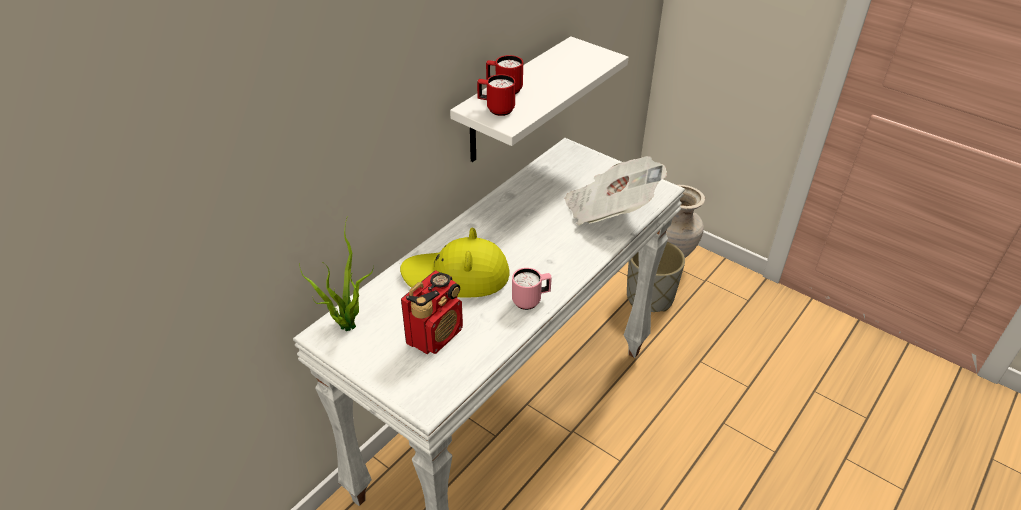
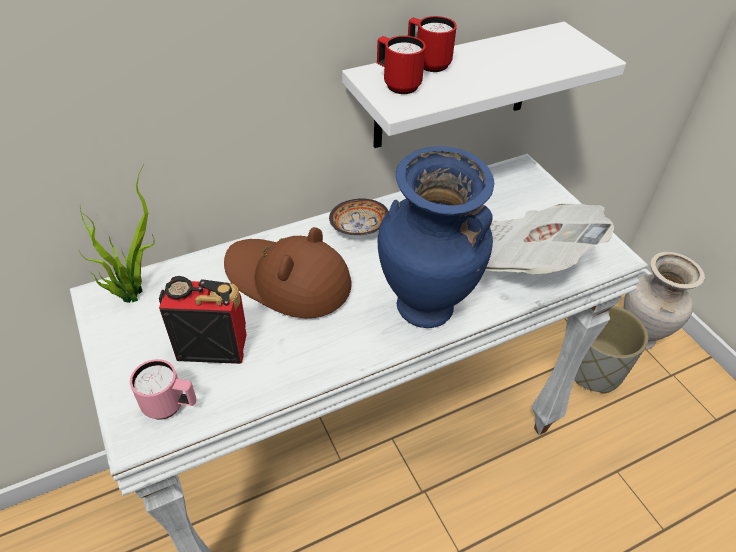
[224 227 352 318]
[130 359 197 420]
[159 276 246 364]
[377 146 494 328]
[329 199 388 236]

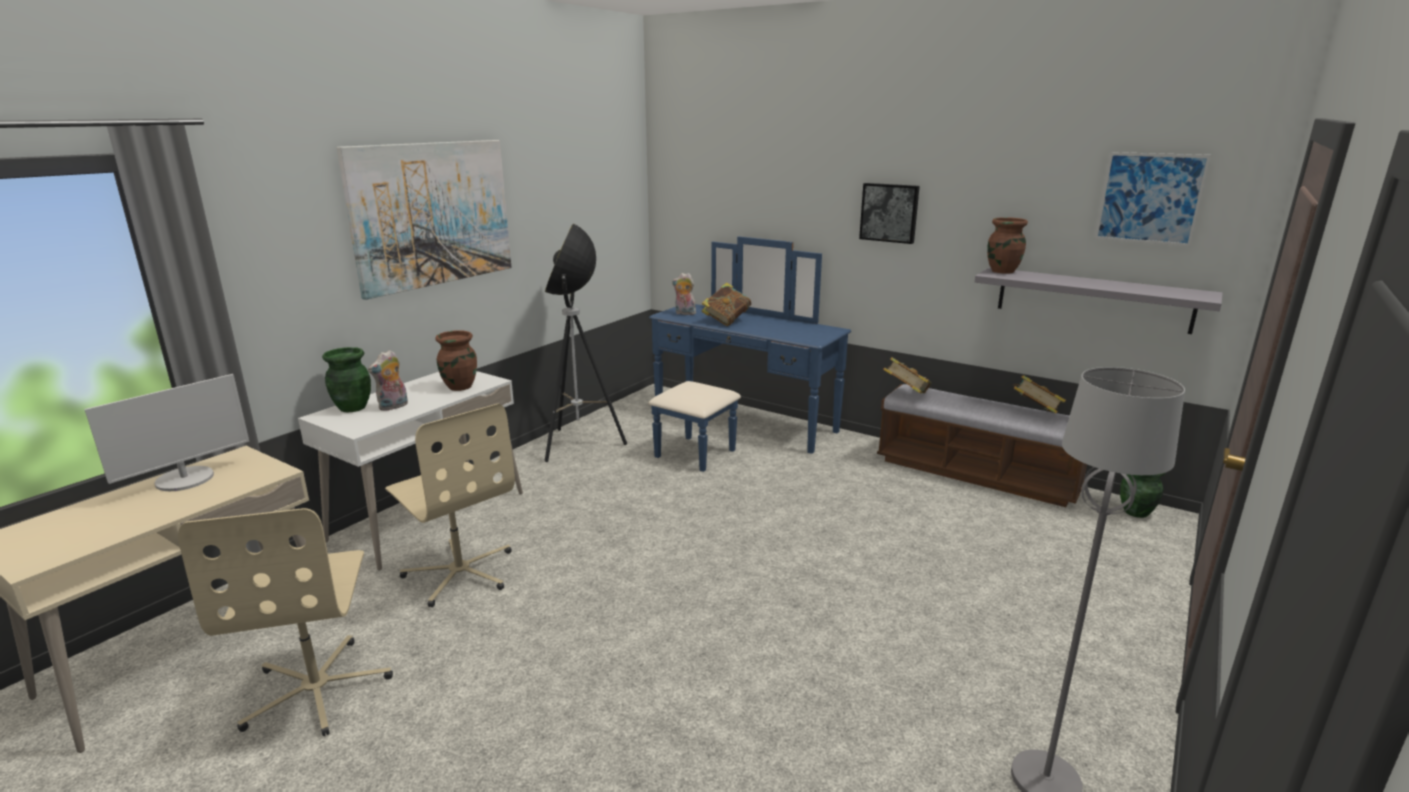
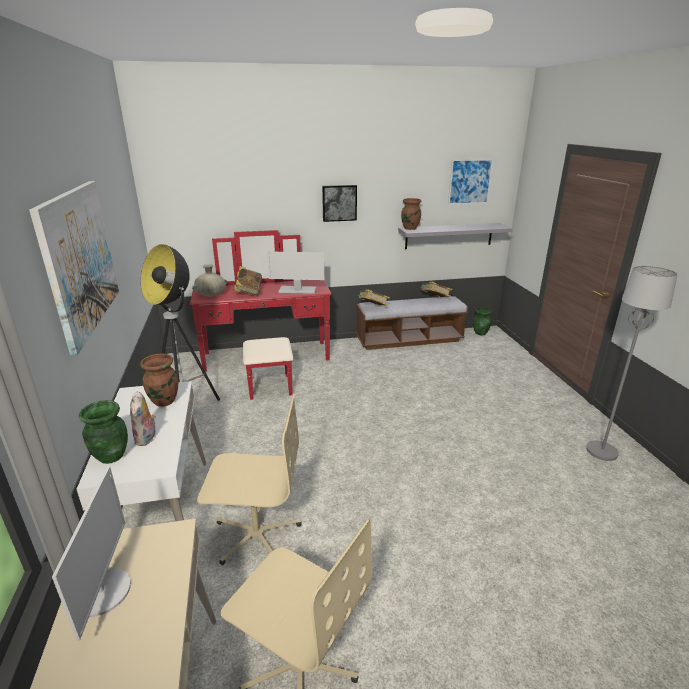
[190 230 332 400]
[192 264 227 297]
[267 251 325 294]

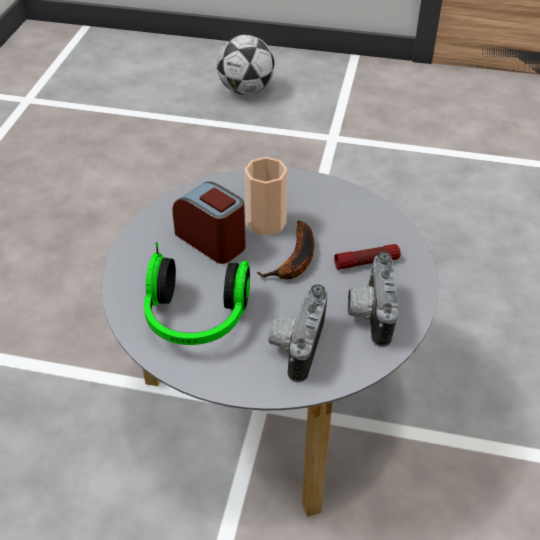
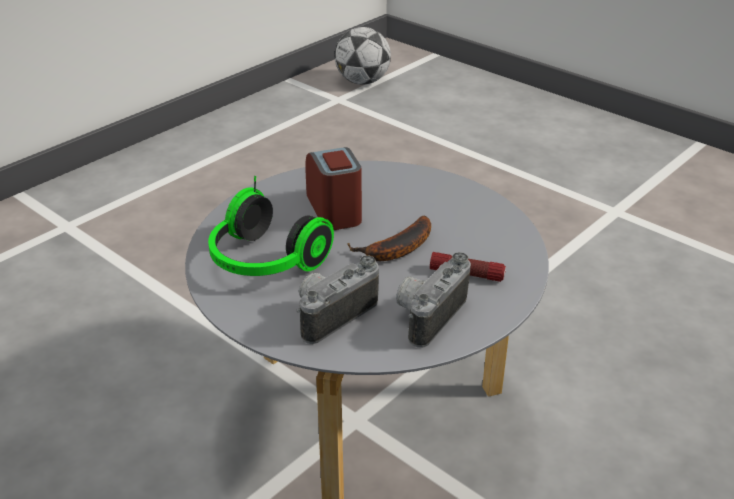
[335 27 391 85]
[244 157 288 236] (first image)

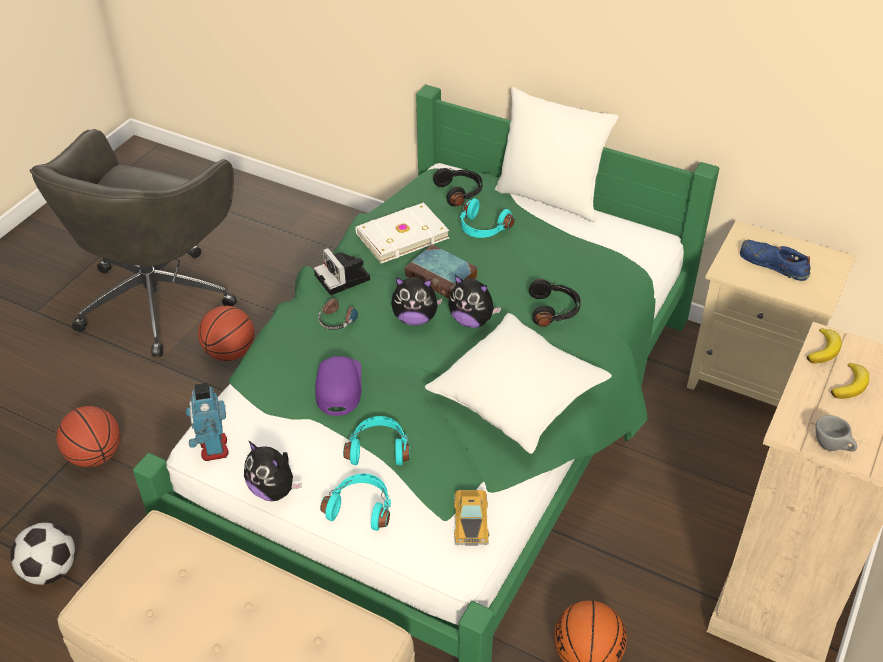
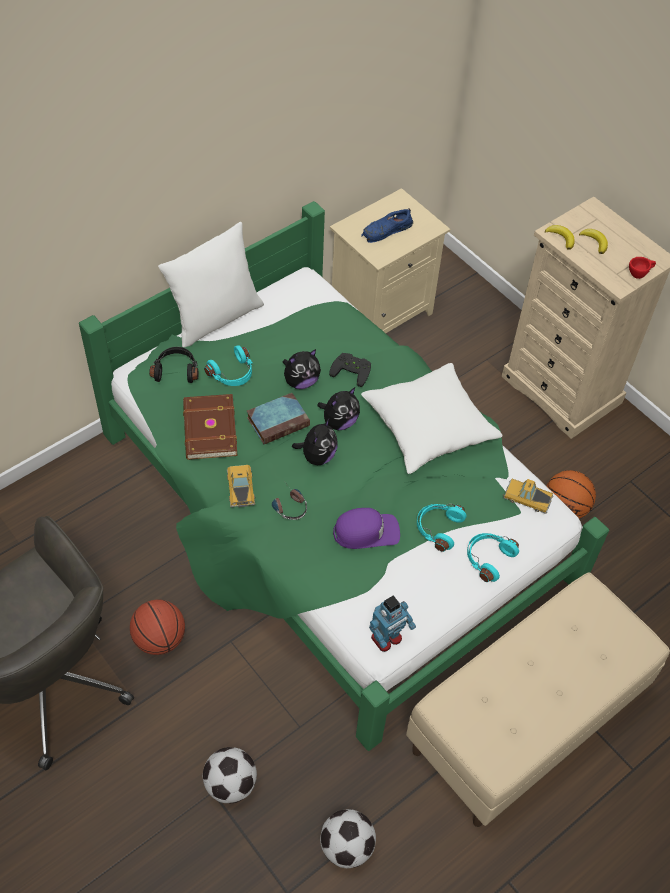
[183 394 237 460]
[227 465 255 508]
[329 353 371 387]
[333 508 400 549]
[369 595 416 652]
[203 747 257 803]
[629 257 656 279]
[282 349 321 389]

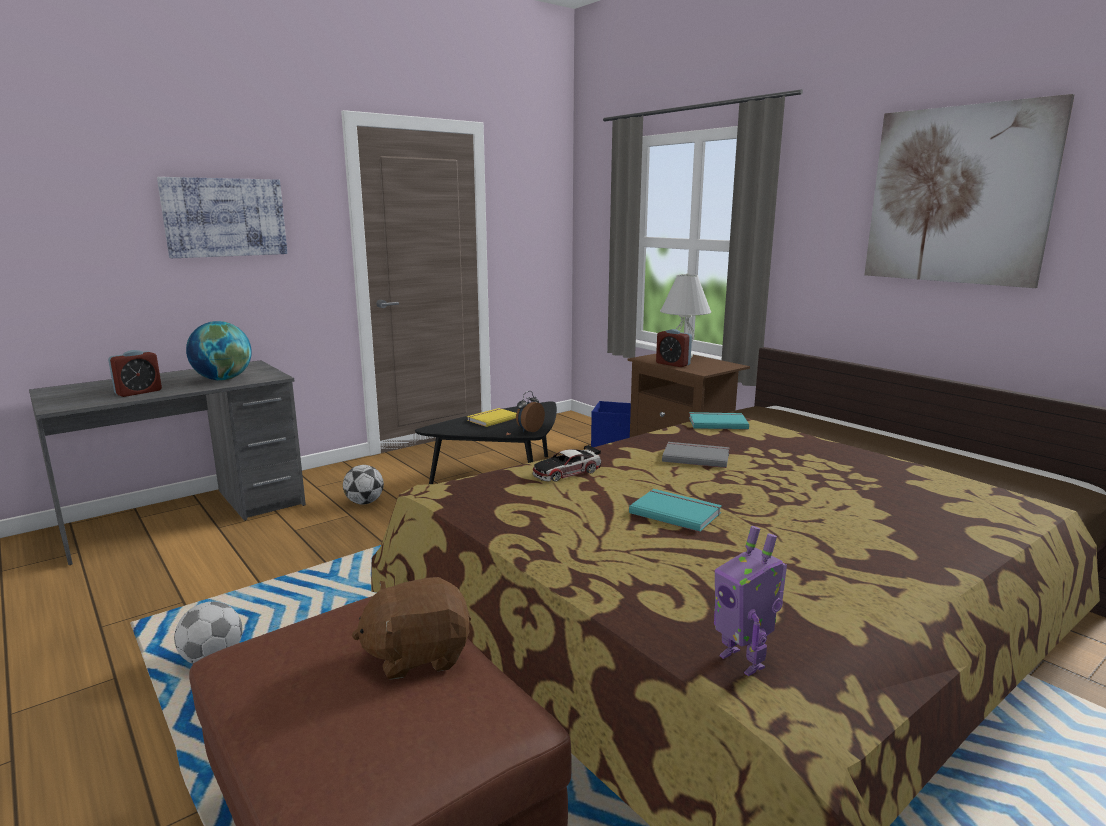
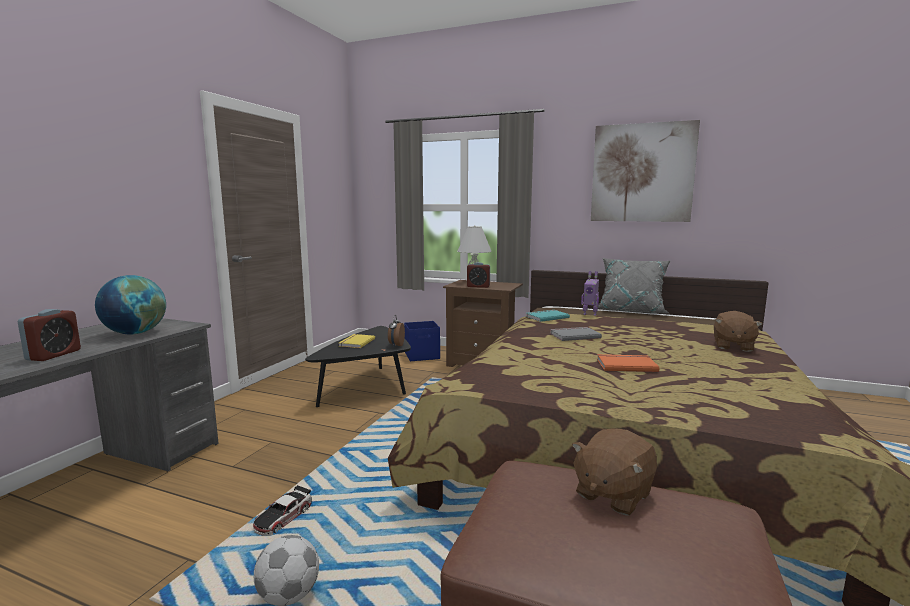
[157 177 288 258] (first image)
[253 485 312 536]
[343 465 384 504] (first image)
[597 354 659 372]
[581 271 599 316]
[598 258 670 314]
[714 311 763 352]

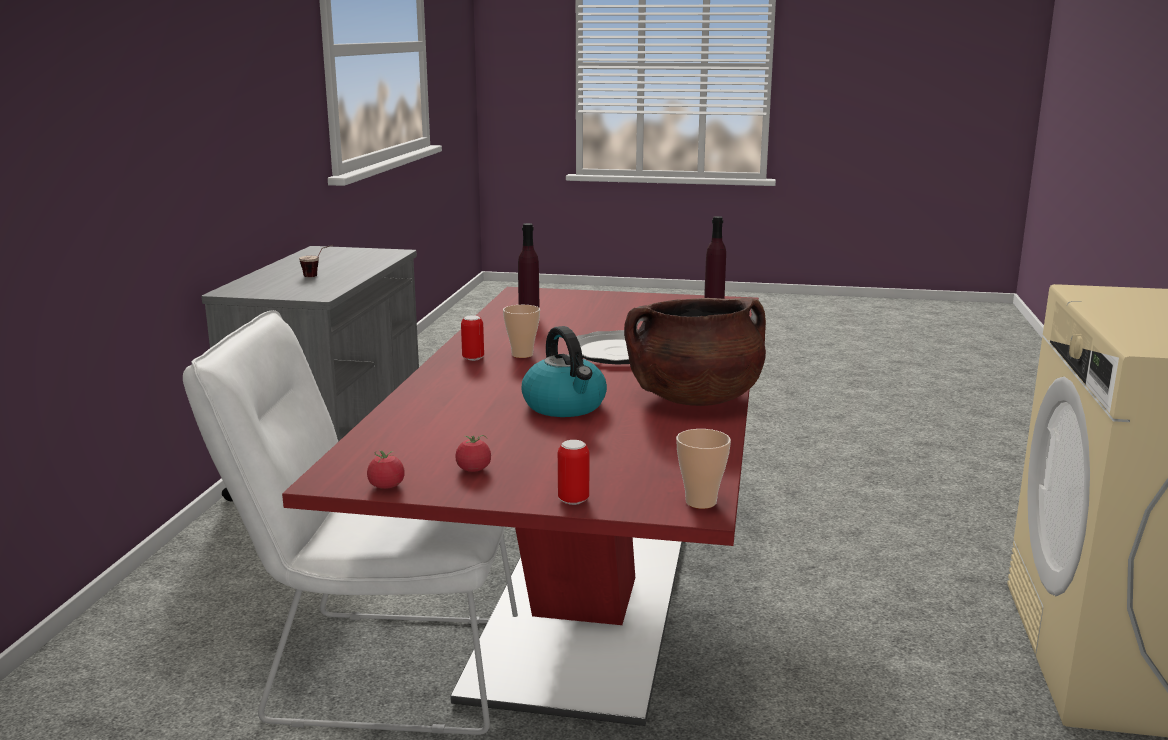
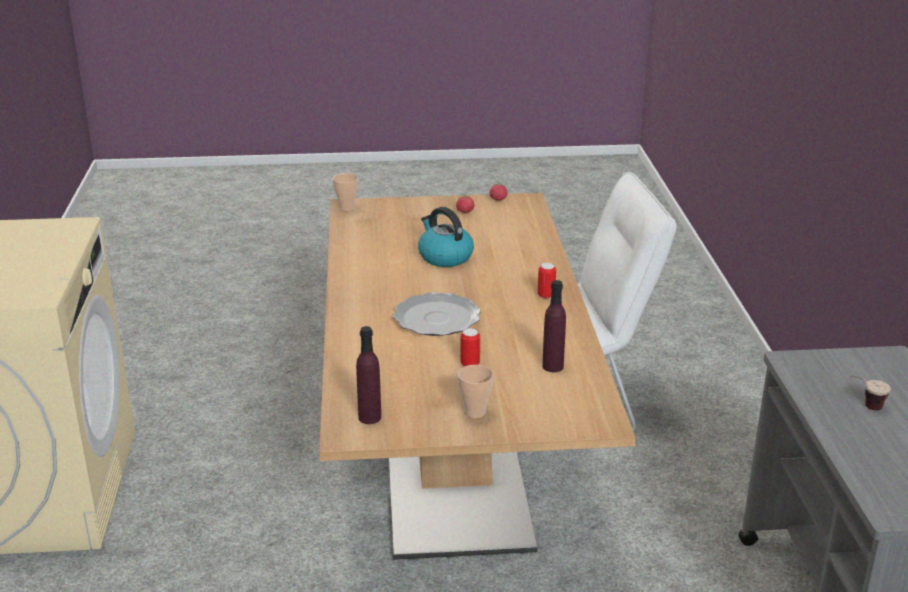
[319 193 636 560]
[624 298 766 406] (first image)
[458 365 494 418]
[461 328 480 366]

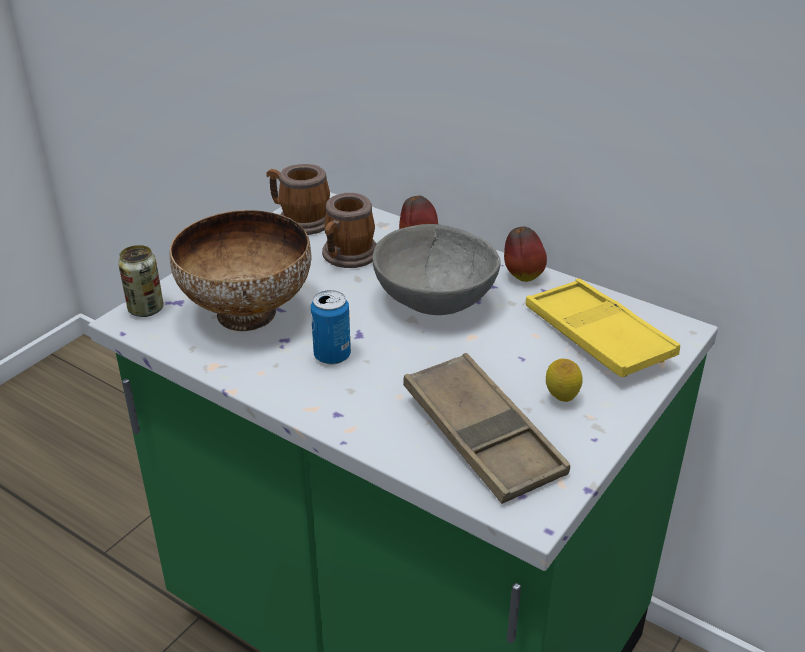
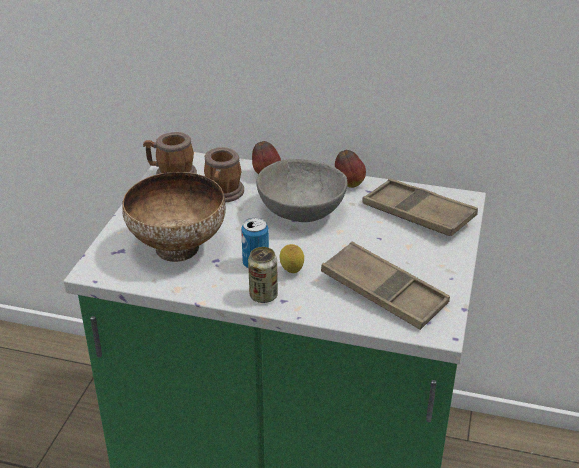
[248 247 278 303]
[363 179 478 236]
[280 244 304 273]

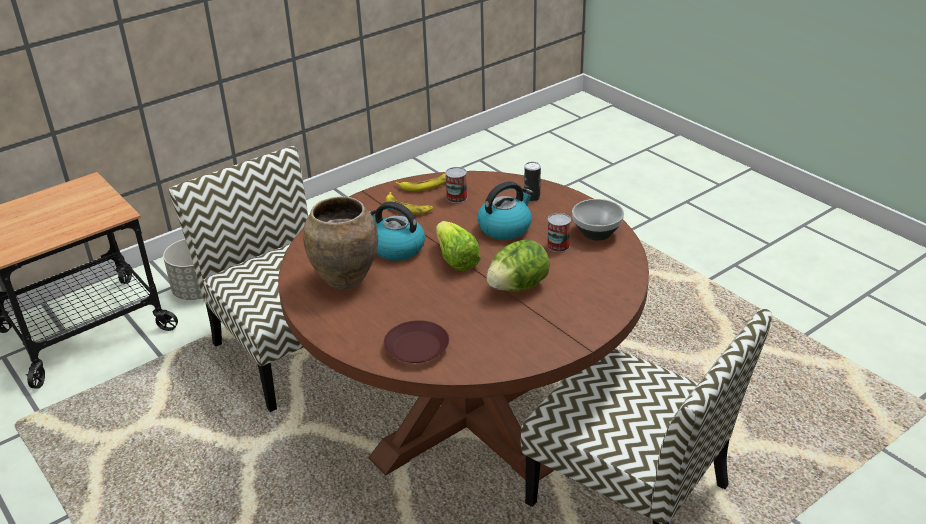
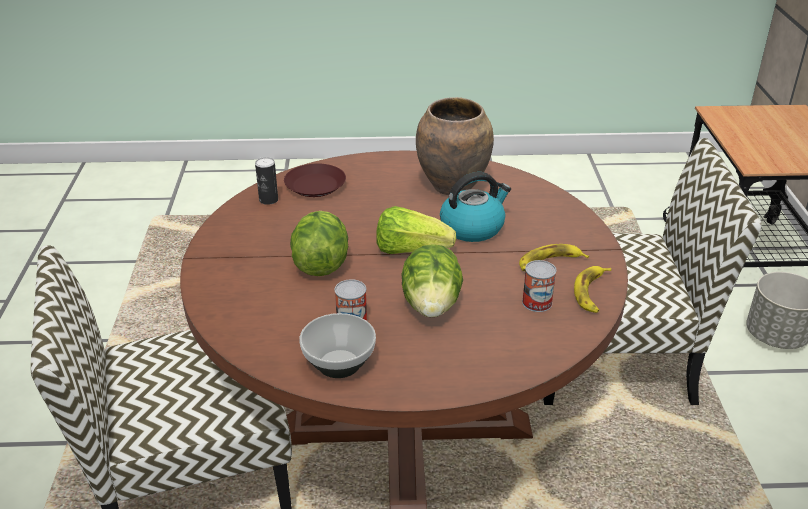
[255 157 278 205]
[401 244 463 318]

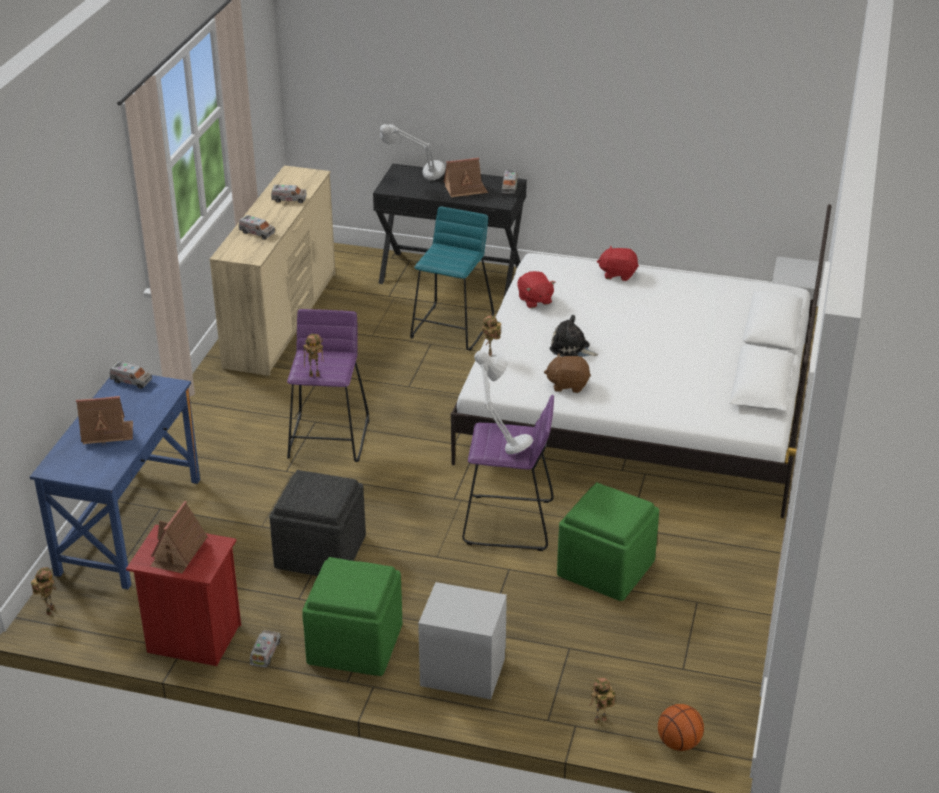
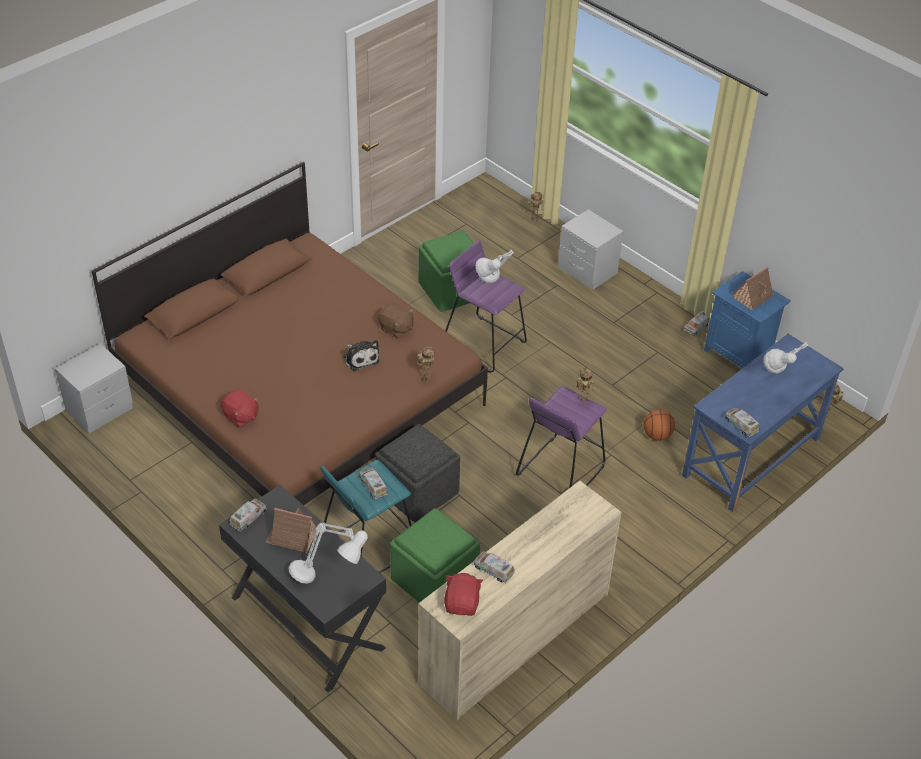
[92 162 488 505]
[359 467 388 499]
[444 573 483 616]
[763 342 808 374]
[375 424 460 523]
[704 271 791 368]
[390 508 480 603]
[644 409 675 441]

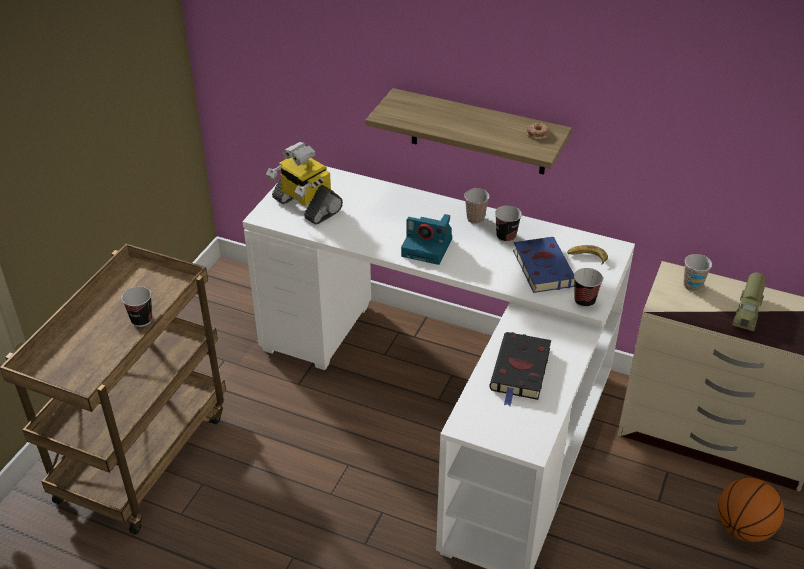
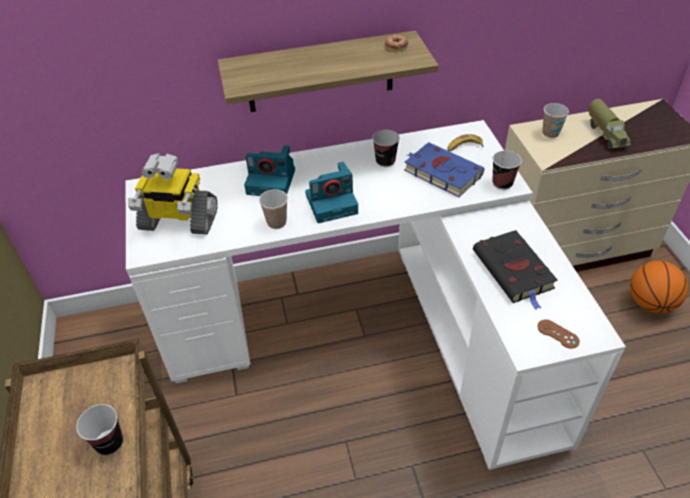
[259 189 288 229]
[244 146 295 196]
[537 320 580 349]

